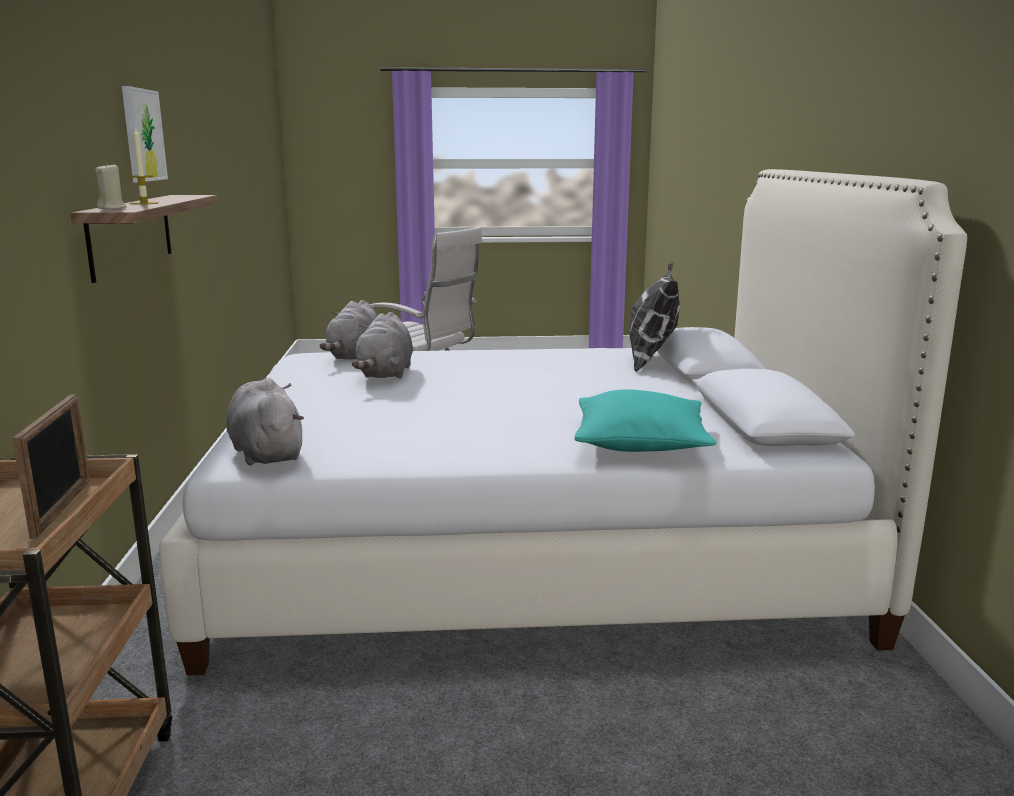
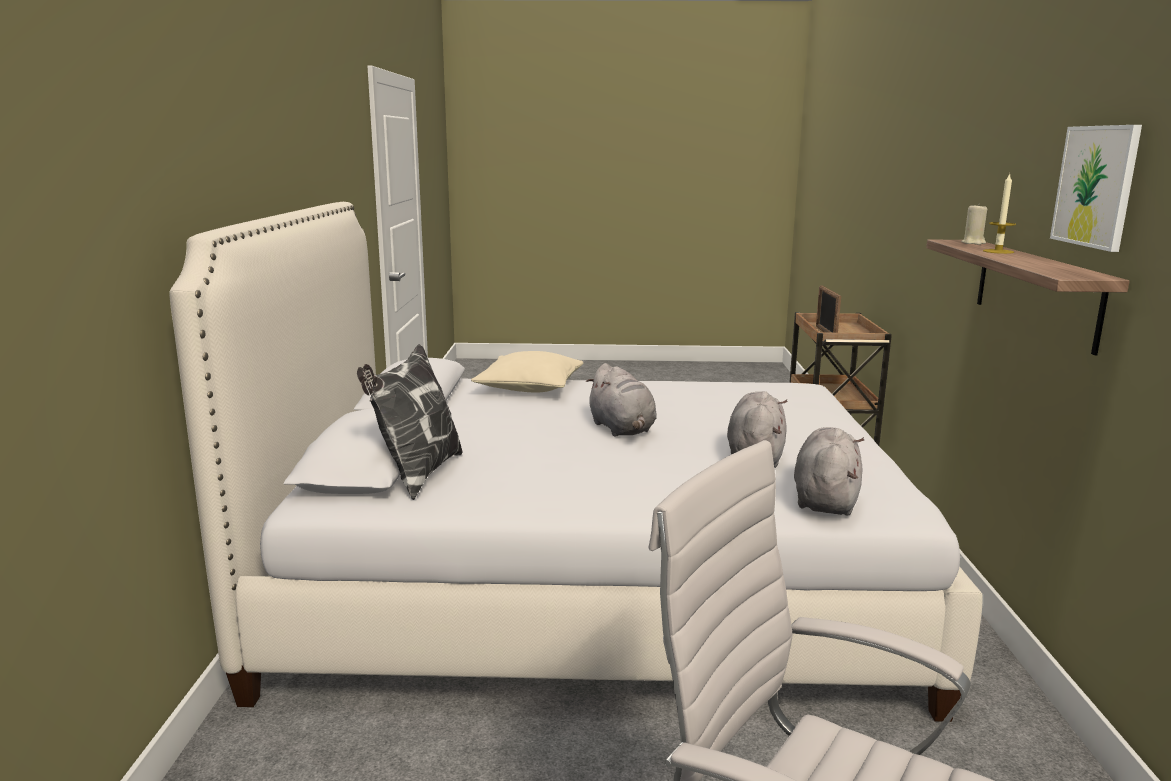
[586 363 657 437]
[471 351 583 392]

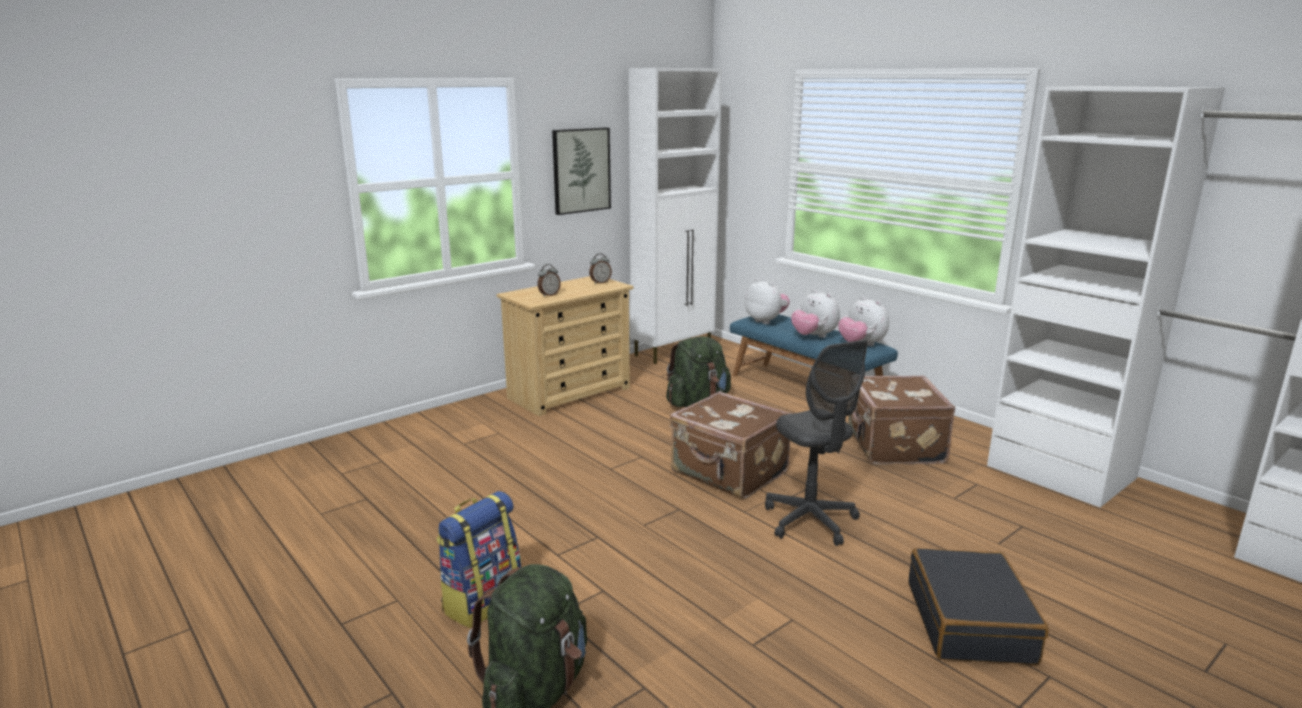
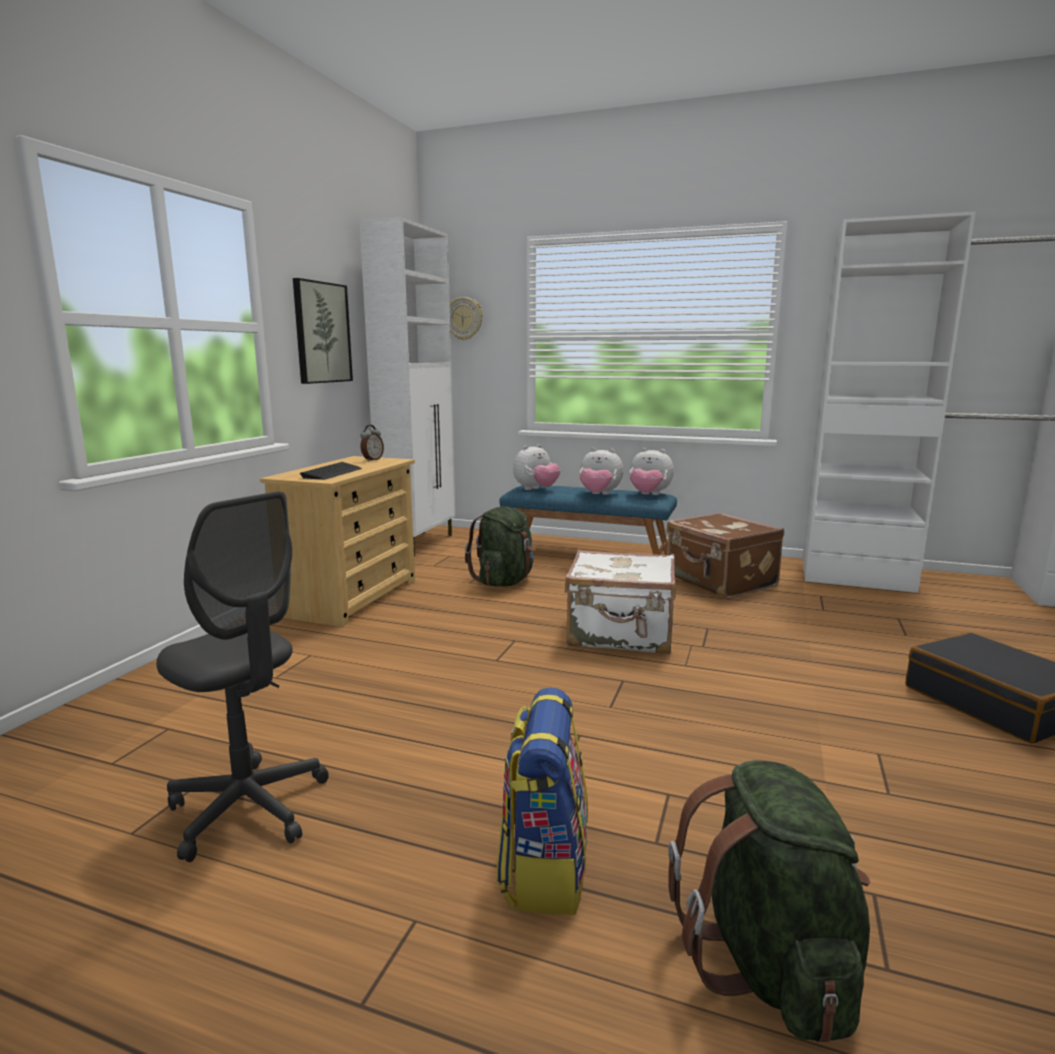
[300 462 362 480]
[513 444 560 490]
[156 491 329 862]
[565 550 676 654]
[450 297 483 340]

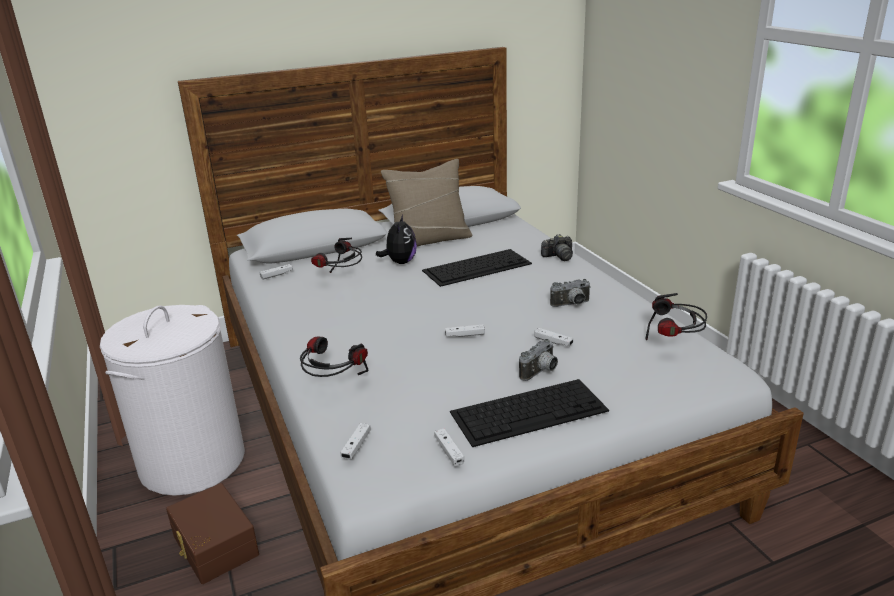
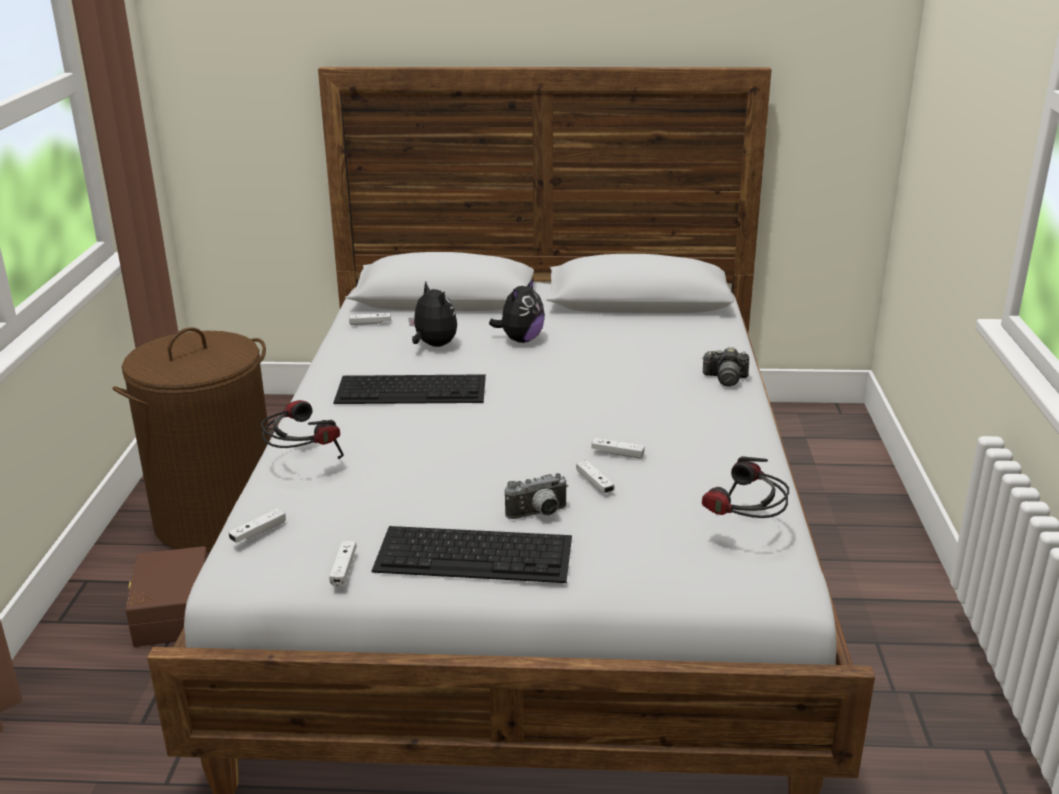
[381 159 472 246] (first image)
[409 281 457 347]
[333 374 486 404]
[550 279 591 307] (first image)
[113 327 270 552]
[591 438 645 459]

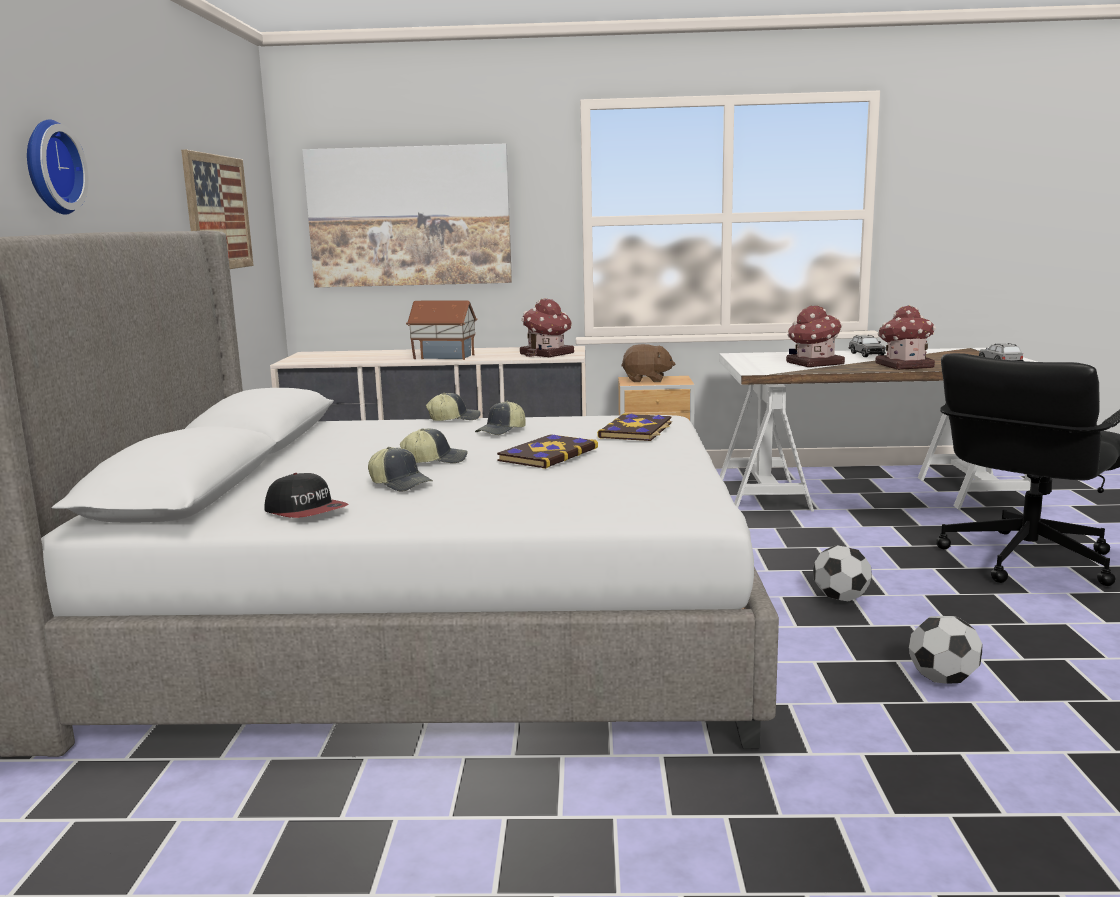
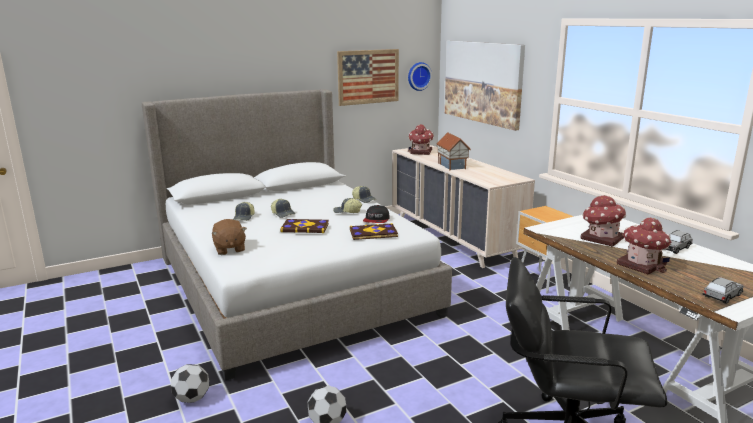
[408 62 432 91]
[408 124 434 155]
[212 219 247 255]
[363 205 390 223]
[171 364 209 403]

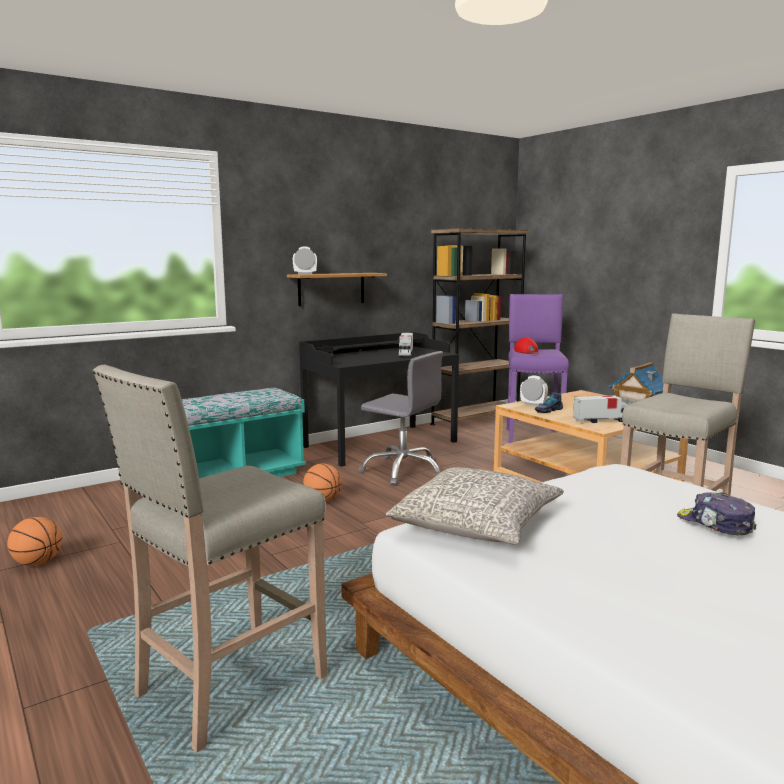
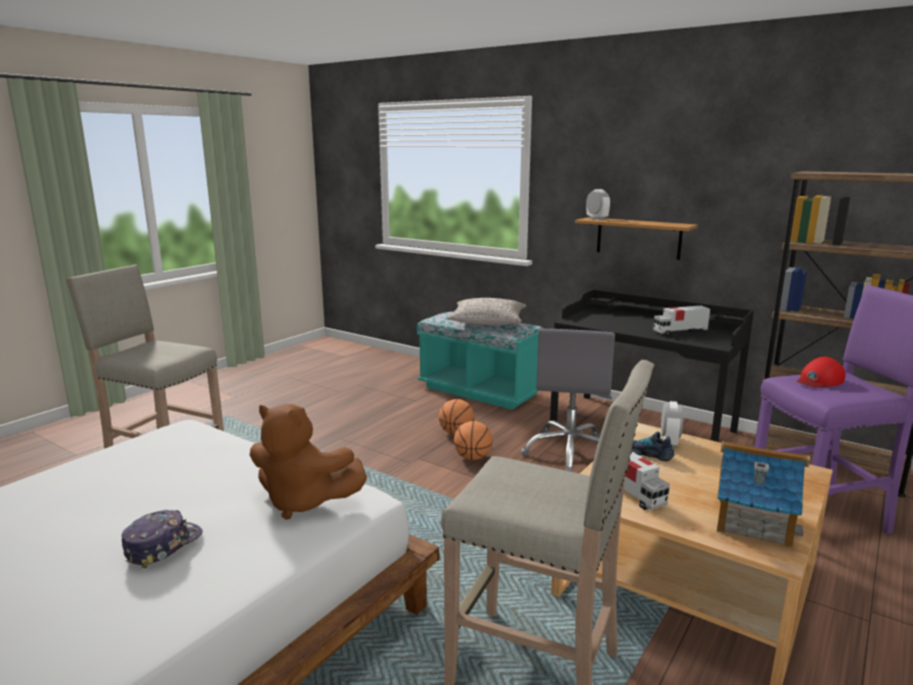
[447 298 526 325]
[453 421 493 460]
[250 404 367 520]

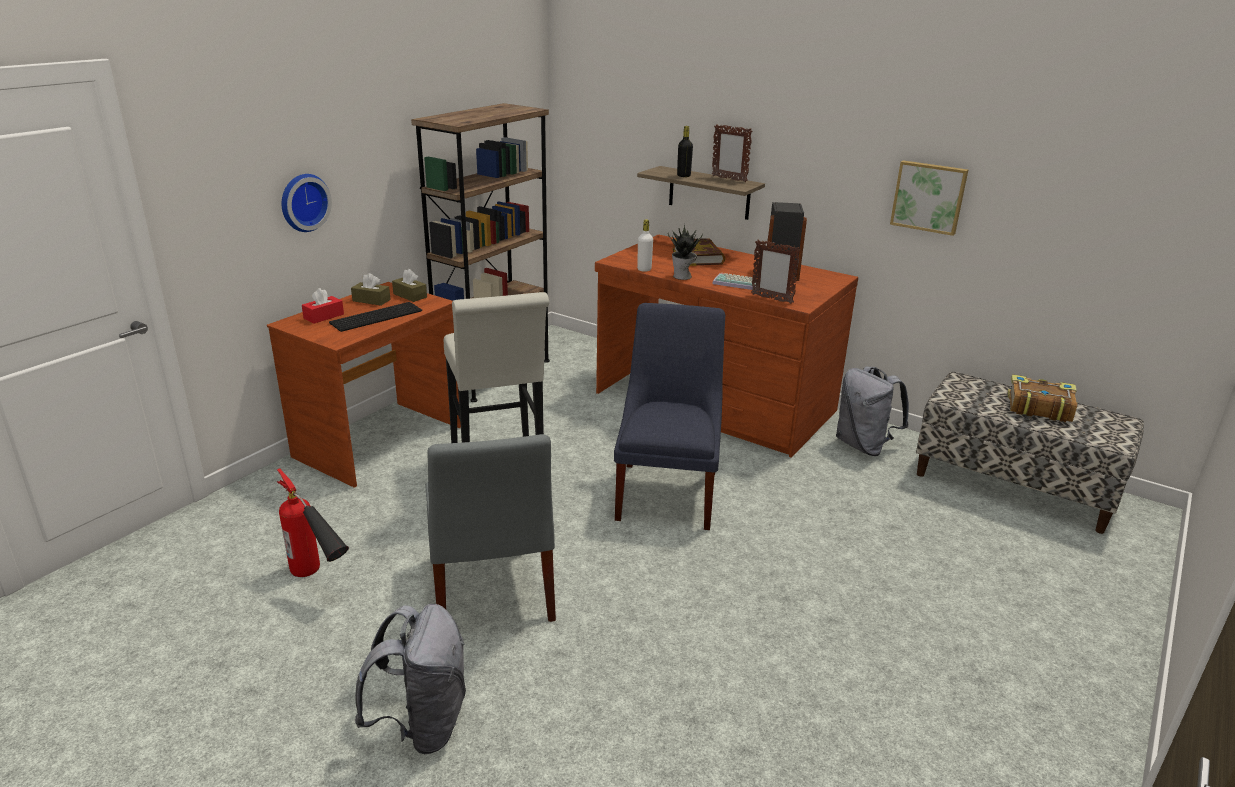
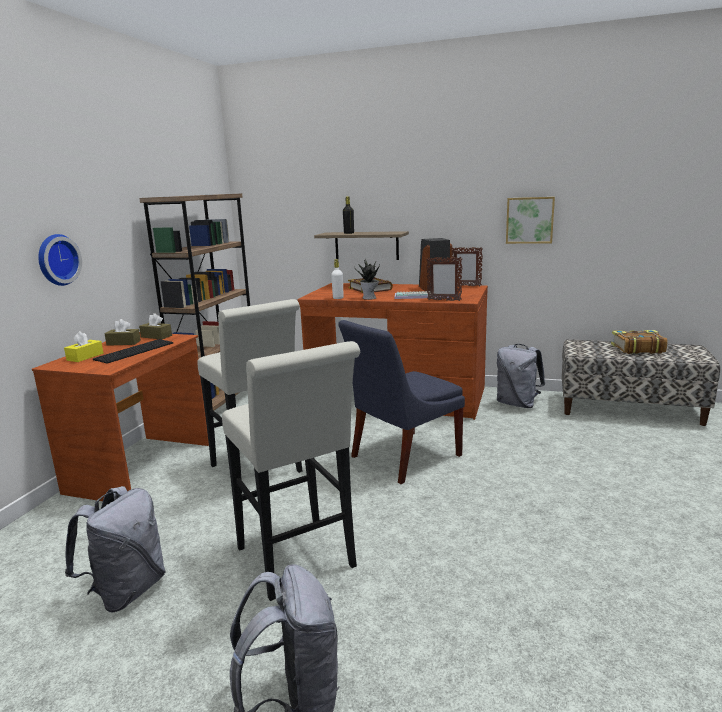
[452 247 483 286]
[64 331 103 362]
[338 320 465 484]
[222 341 360 601]
[65 486 166 612]

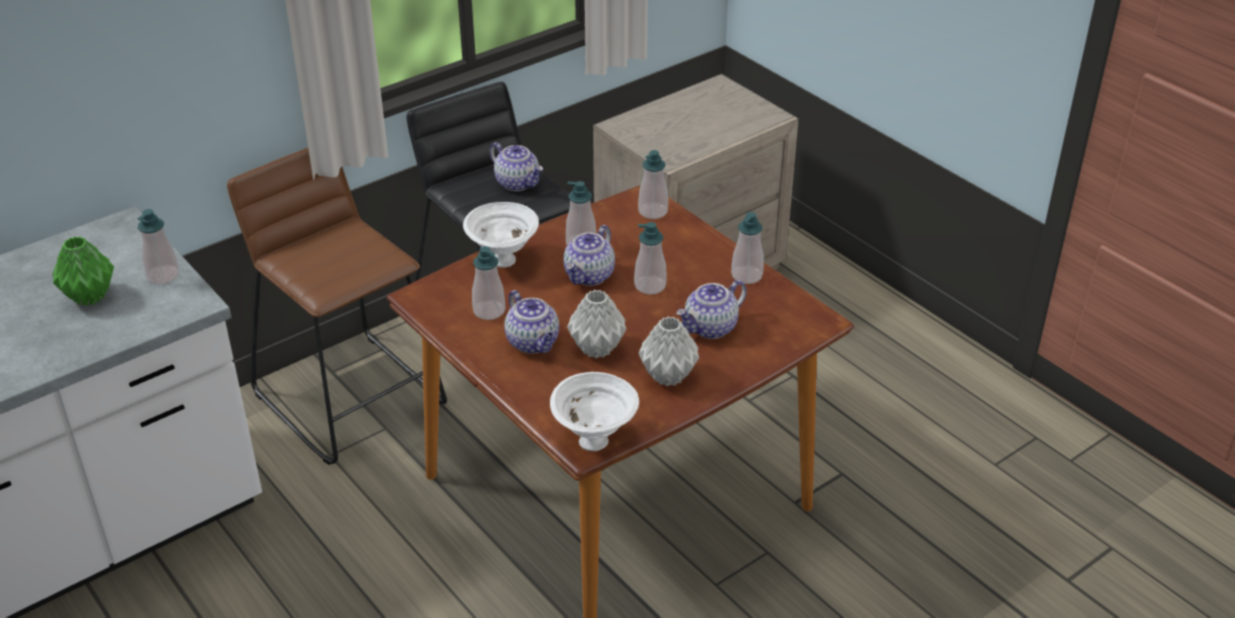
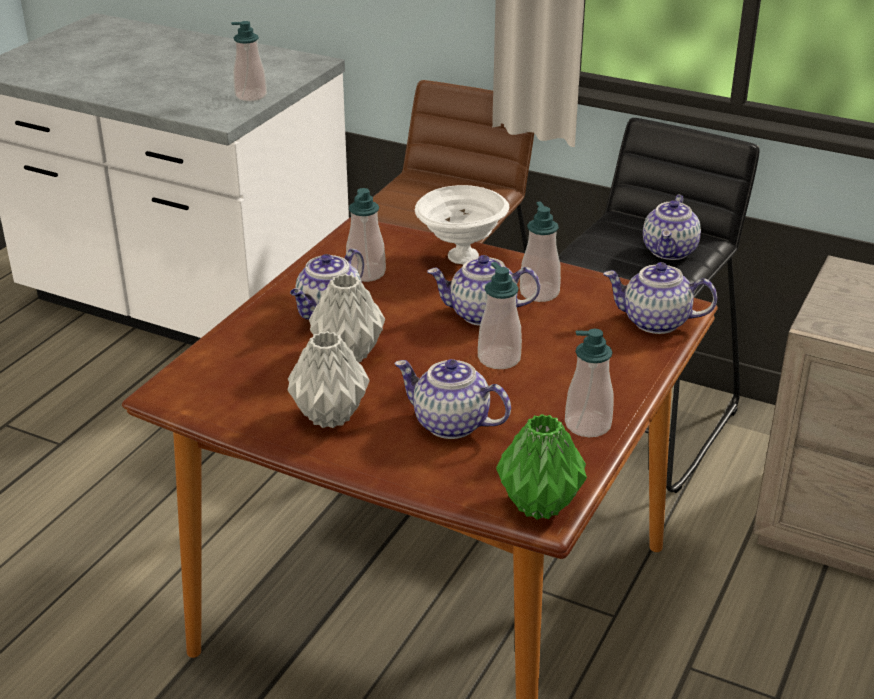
[604 262 717 334]
[496 414 587 520]
[550 372 639 451] (first image)

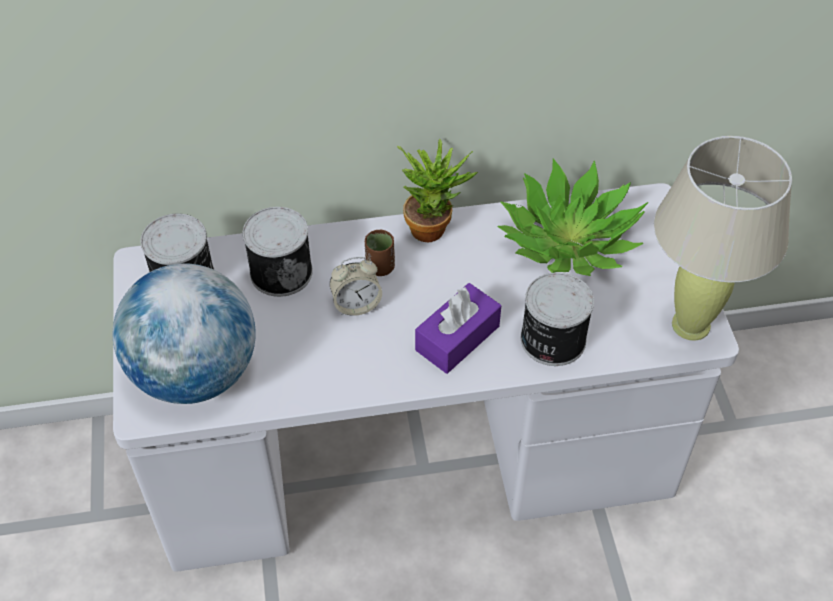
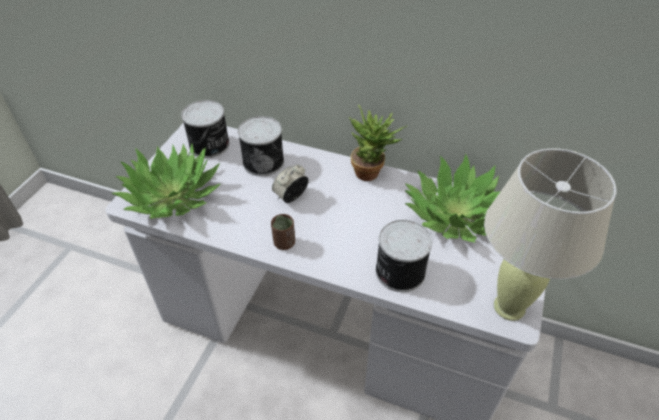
[271 214 295 250]
[272 164 309 203]
[111 143 220 219]
[415 283 501 374] (first image)

